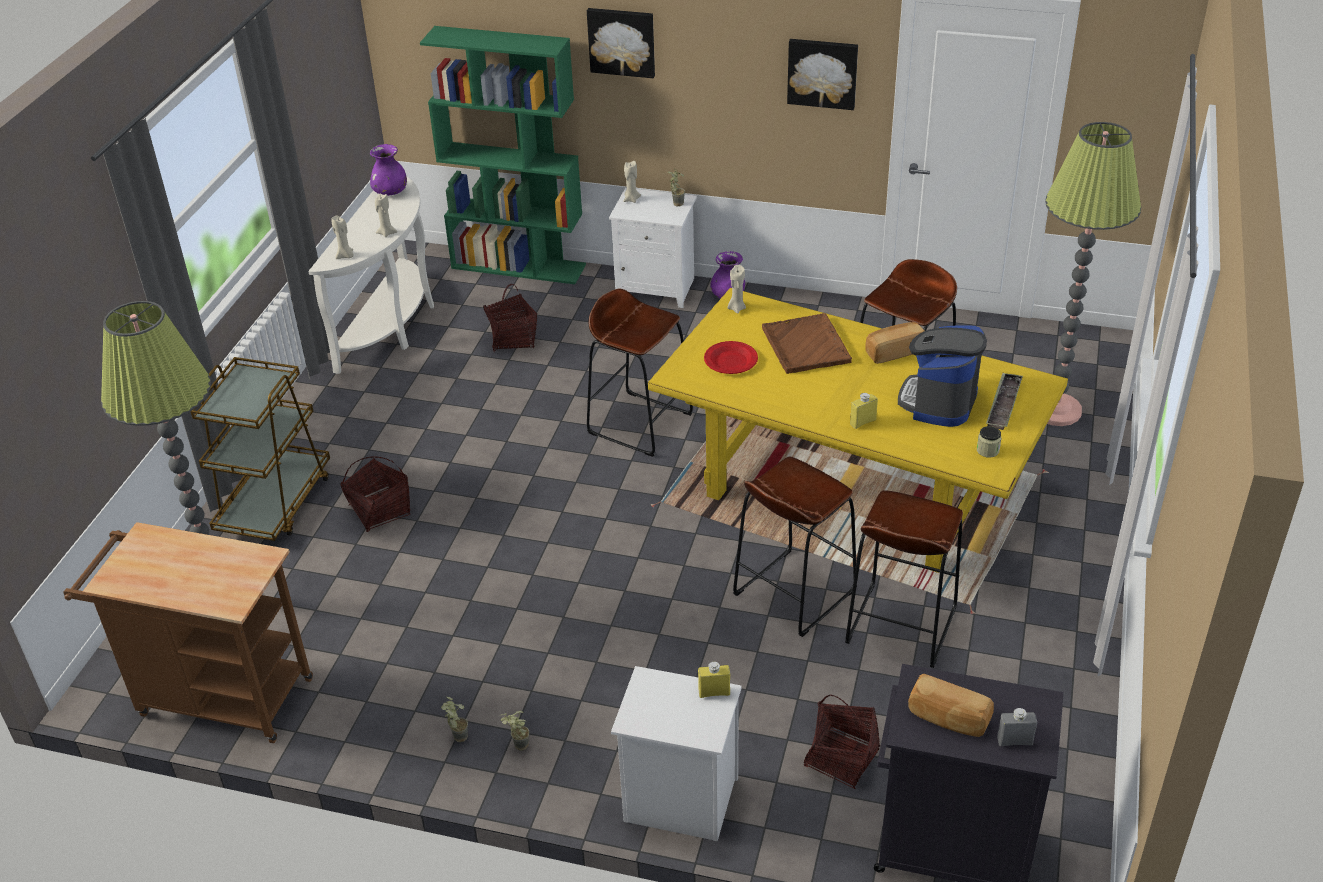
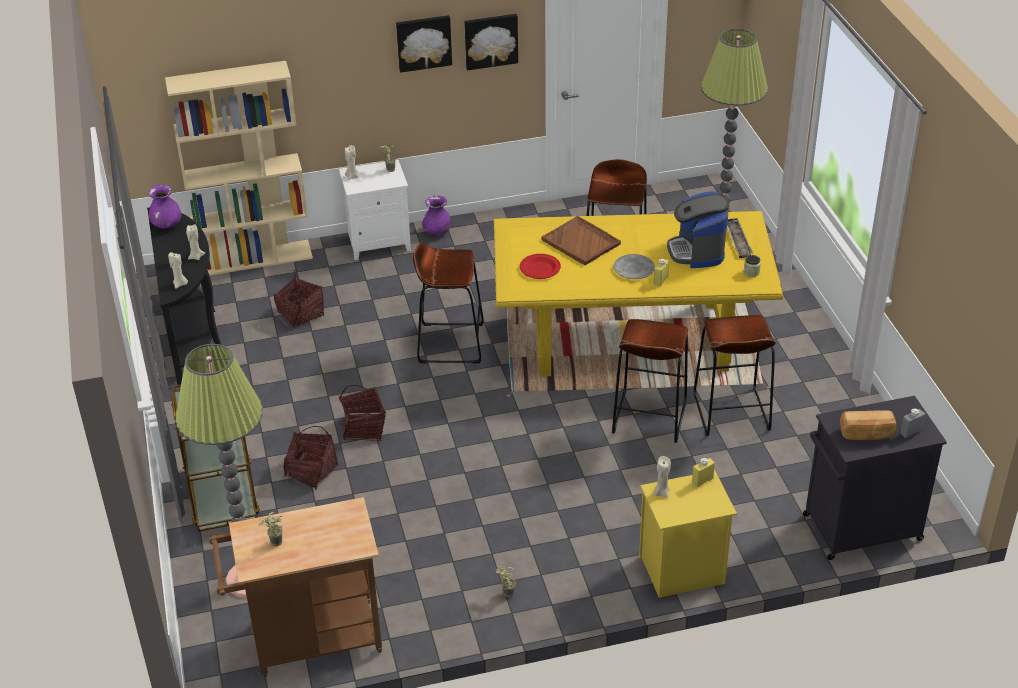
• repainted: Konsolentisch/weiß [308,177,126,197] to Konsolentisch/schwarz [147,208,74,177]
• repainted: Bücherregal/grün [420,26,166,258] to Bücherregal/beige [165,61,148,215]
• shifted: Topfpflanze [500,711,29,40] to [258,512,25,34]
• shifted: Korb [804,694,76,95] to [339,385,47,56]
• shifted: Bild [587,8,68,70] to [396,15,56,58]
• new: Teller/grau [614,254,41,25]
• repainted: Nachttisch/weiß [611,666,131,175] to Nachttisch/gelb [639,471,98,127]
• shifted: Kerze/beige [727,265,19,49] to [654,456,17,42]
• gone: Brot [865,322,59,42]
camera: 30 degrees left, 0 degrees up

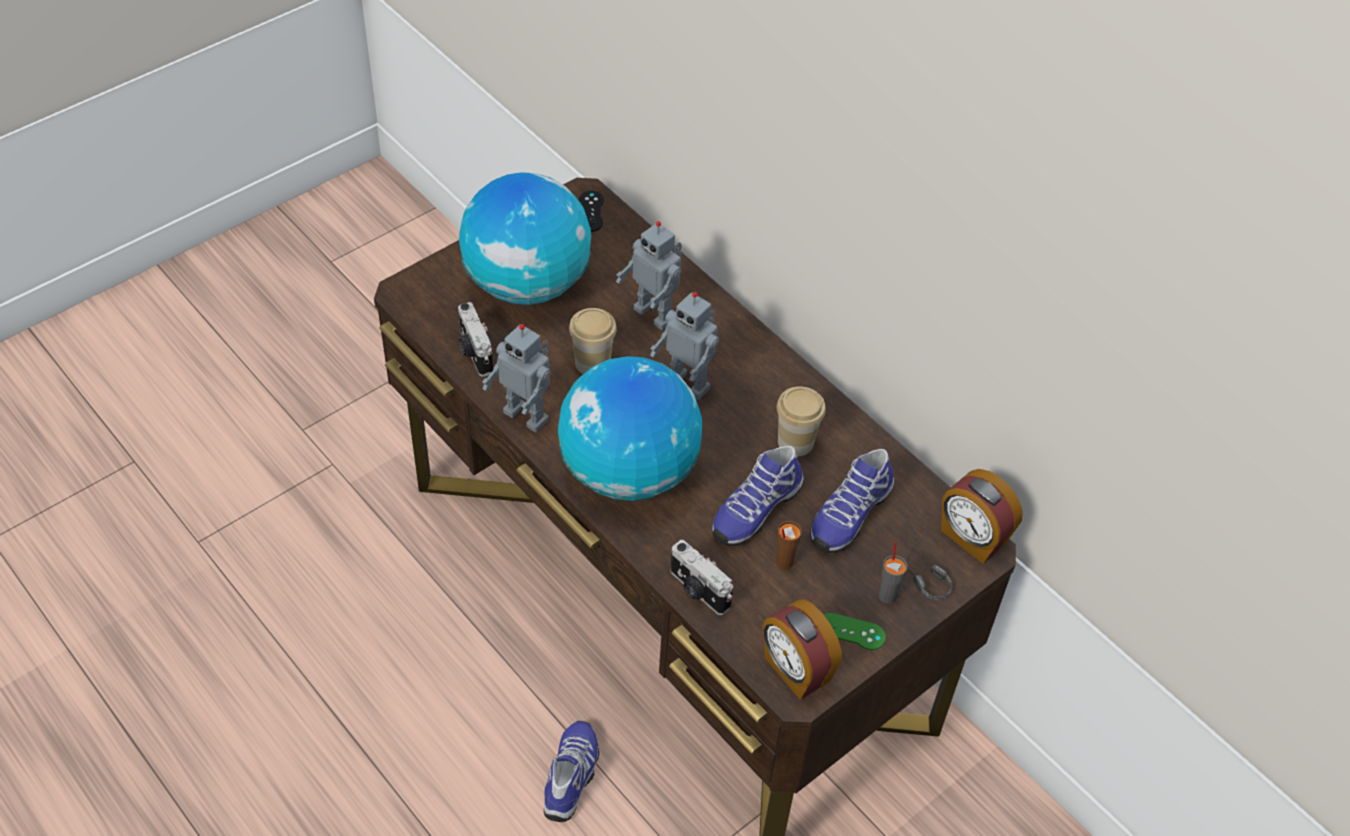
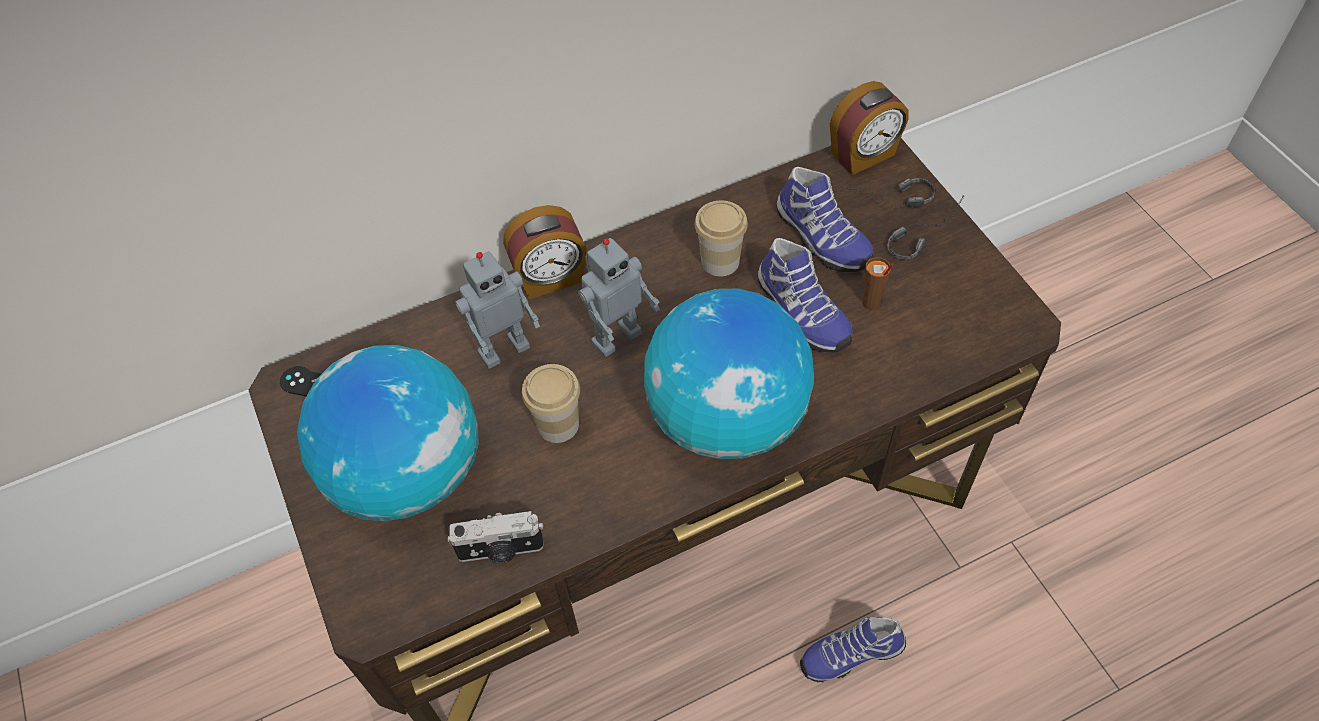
• shifted: Wecker [763,599,79,101] to [503,205,84,94]
• rotated: Schuh [544,721,55,101] = [800,617,106,65] 45 degrees counterclockwise
• swapped: Tasse/grau [879,542,29,62] to Kopfhörer [887,195,78,64]
• gone: Spielzeugroboter [482,324,69,108]
• gone: Kamera [671,540,62,75]
• gone: Gamepad/grün [823,613,63,37]
camera: 70 degrees left, 5 degrees up

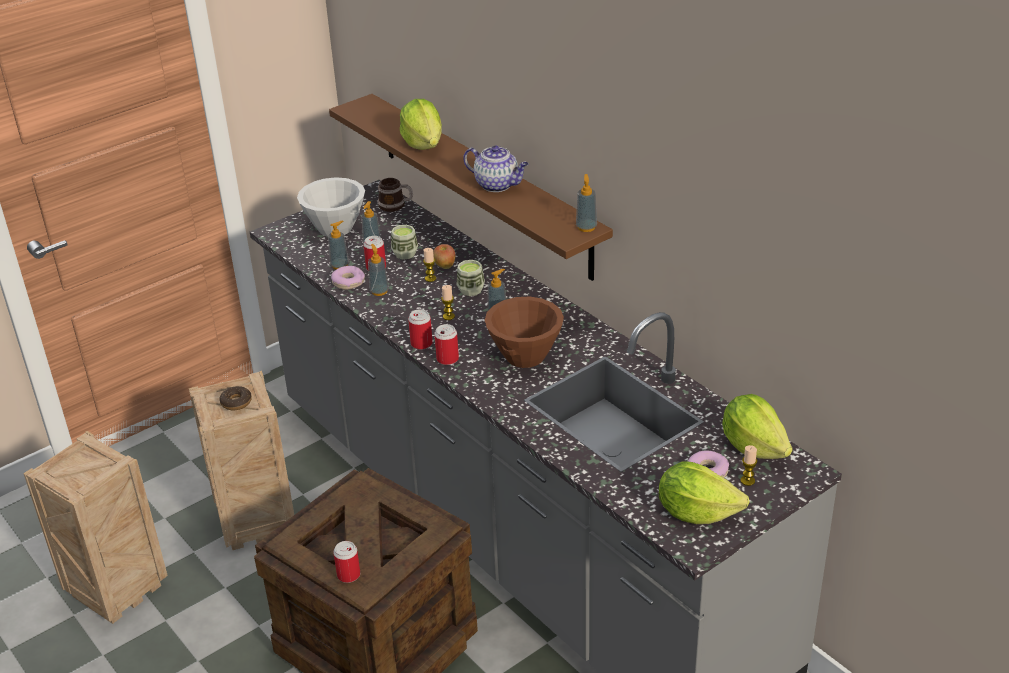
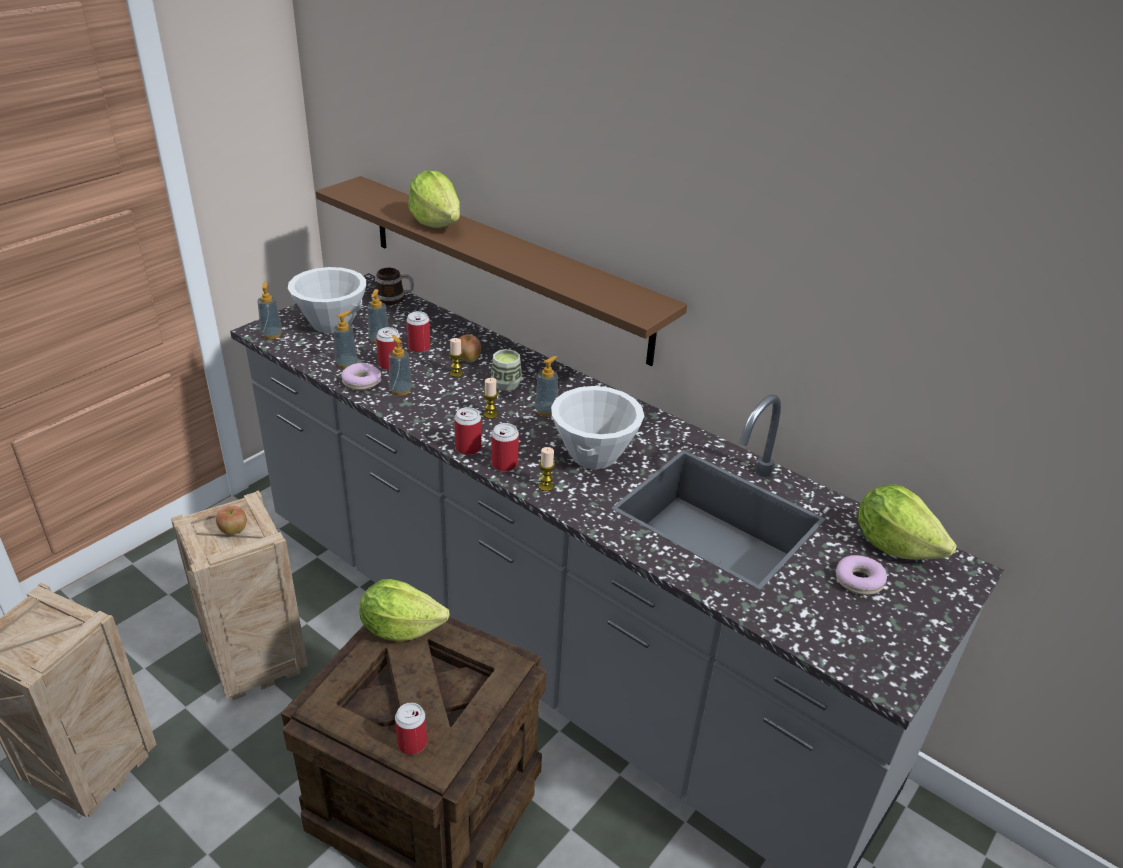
• swapped: Donut [219,386,33,24] to Apfel [216,506,31,29]
• shifted: Seifenspender [576,174,21,58] to [257,282,25,57]
• shifted: Salatkopf [659,461,90,63] to [359,579,91,63]
• swapped: Tasse [391,225,27,34] to Dose [406,311,25,42]
• shifted: Kerze [741,445,16,41] to [538,447,17,44]
• repainted: Schüssel/braun [485,297,79,71] to Schüssel/weiß [551,386,93,83]
• gone: Teekanne [463,146,66,46]
camera: 15 degrees left, 0 degrees up

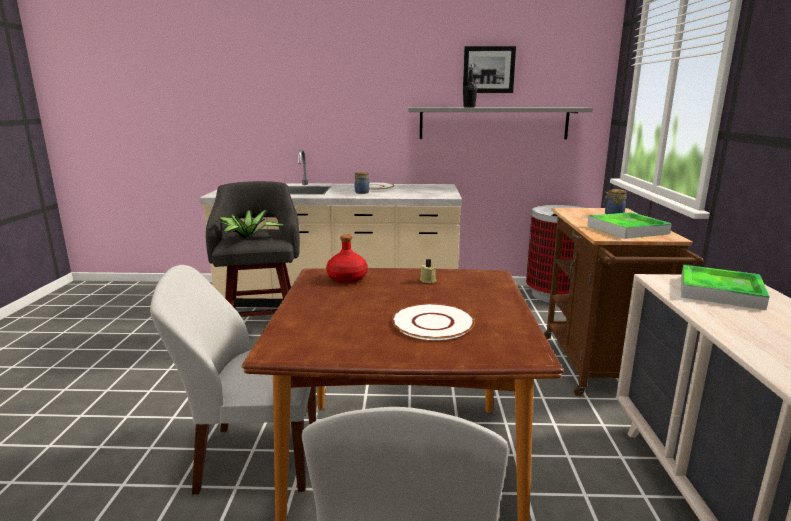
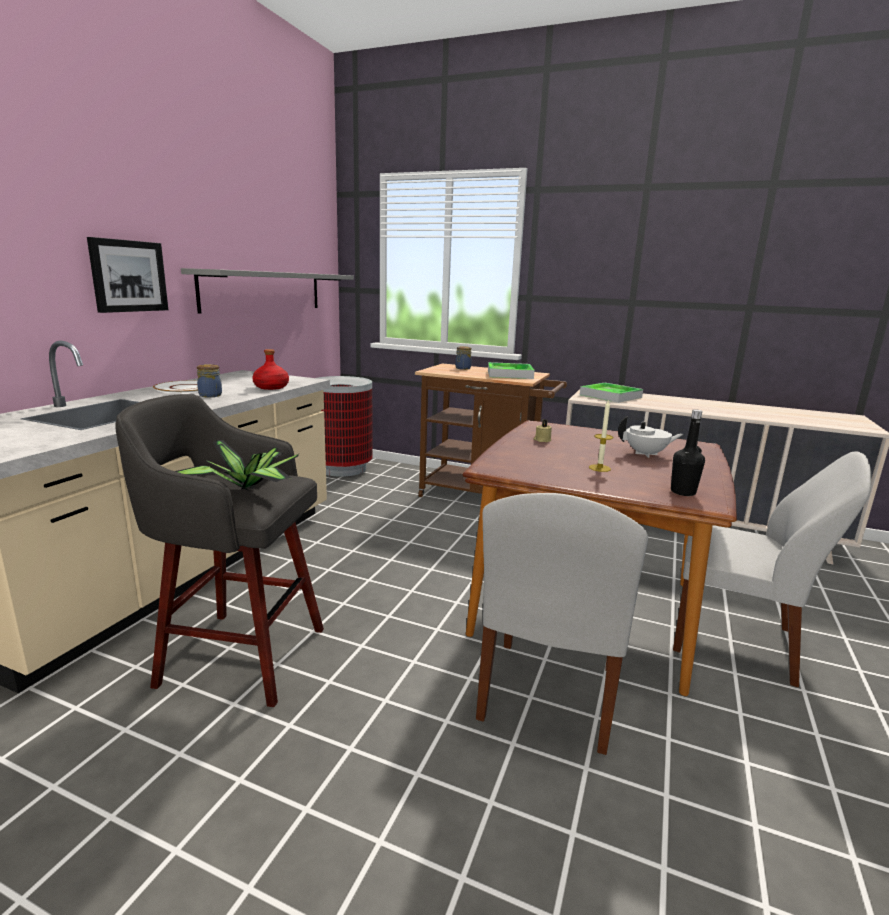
• shifted: Bild [463,46,53,47] to [87,237,81,76]
• shifted: Flasche/rot [326,234,42,49] to [252,349,37,41]
• new: Kerze [589,399,24,73]
• swapped: Teller/weiß [392,304,83,36] to Teekanne/weiß [618,416,65,42]
• shifted: Flasche/schwarz [463,64,14,43] to [671,409,34,87]
camera: 70 degrees left, 0 degrees up

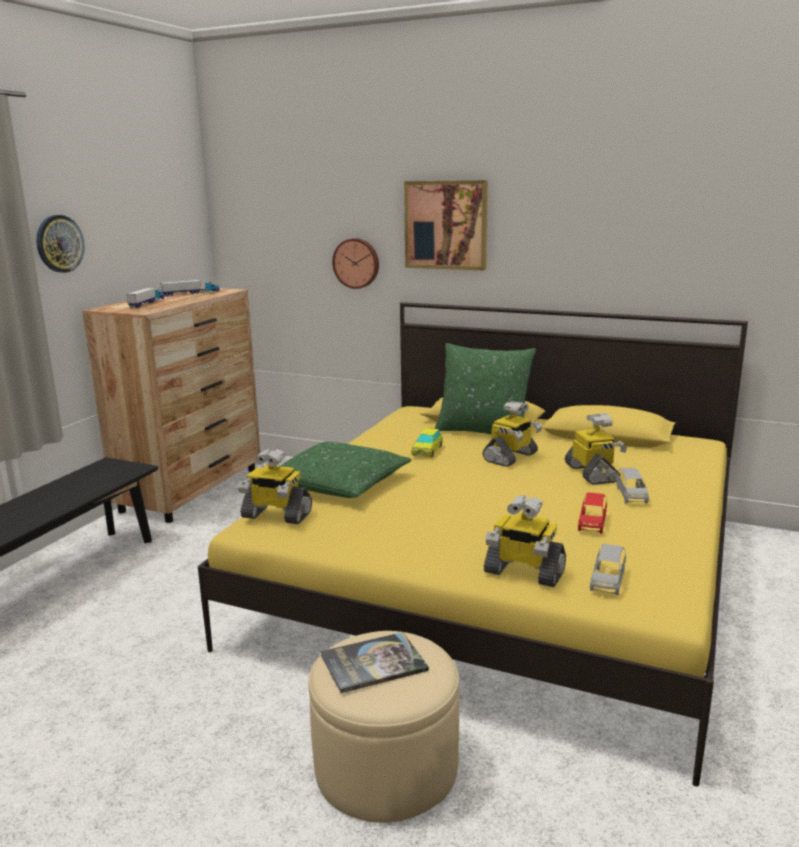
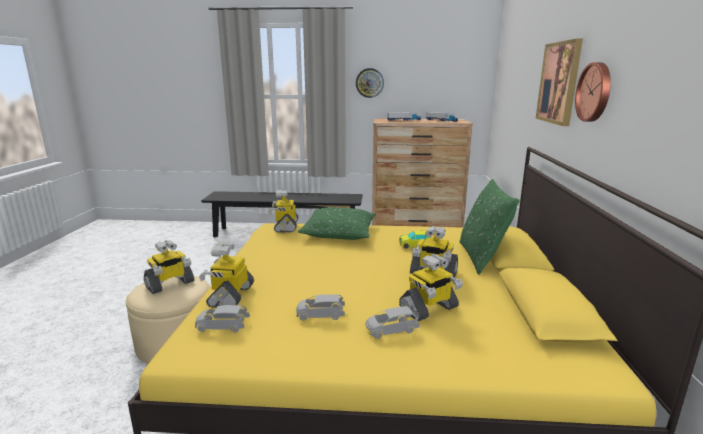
• swapped: Buch [320,632,109,61] to Spielzeugroboter [144,240,51,54]
• repainted: Spielzeugauto/rot [578,492,29,42] to Spielzeugauto/grau [296,294,49,26]
• shifted: Wanduhr [332,238,47,51] to [575,62,36,60]
camera: 70 degrees right, 0 degrees up

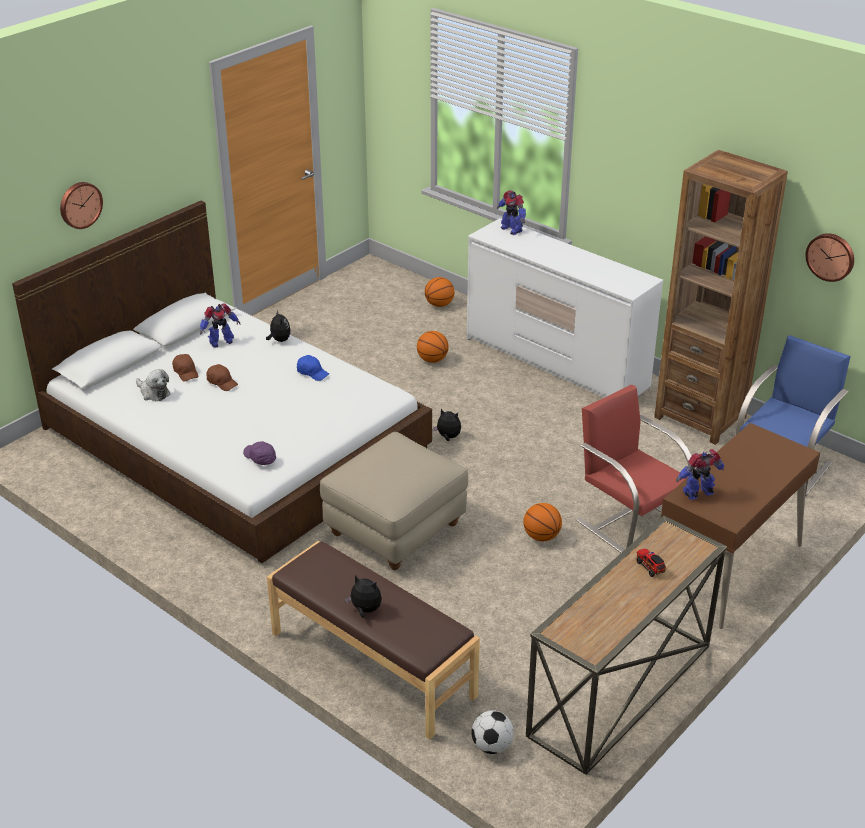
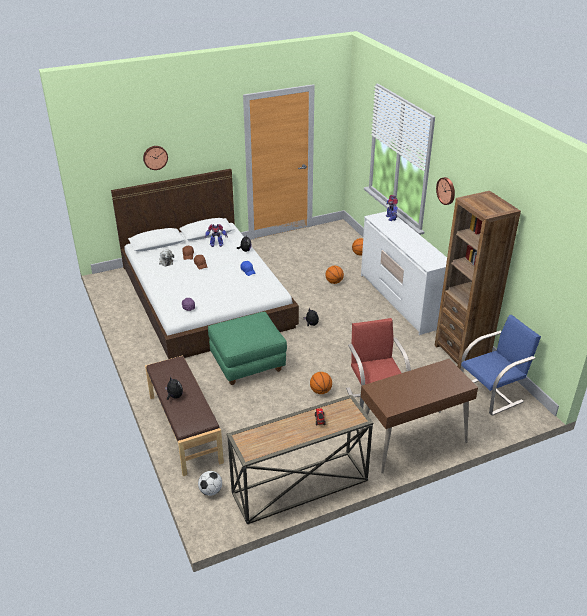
• repainted: Polsterhocker/beige [320,432,148,138] to Polsterhocker/grün [208,312,79,73]
• shifted: Wanduhr [805,233,49,49] to [436,177,19,28]
• gone: Spielzeugroboter [676,449,48,51]
camera: 25 degrees right, 0 degrees up

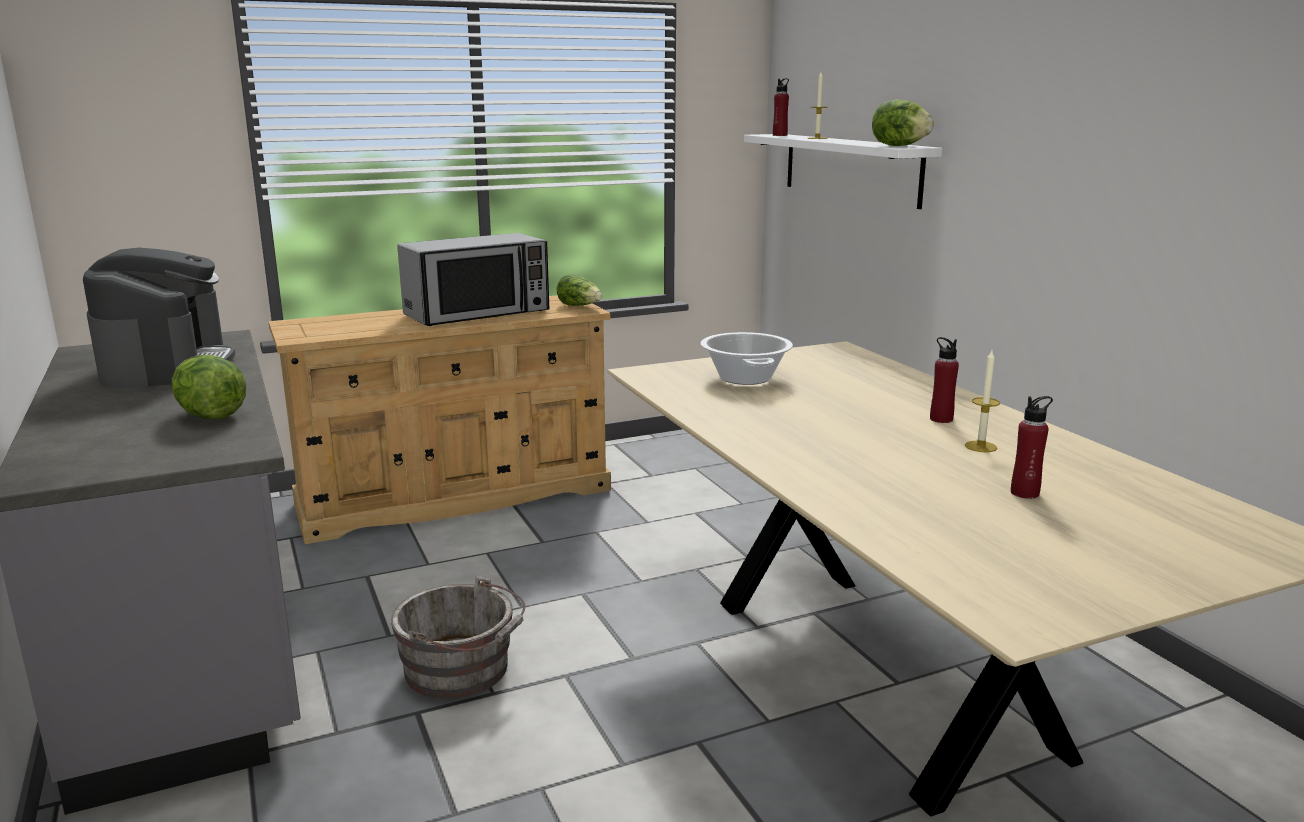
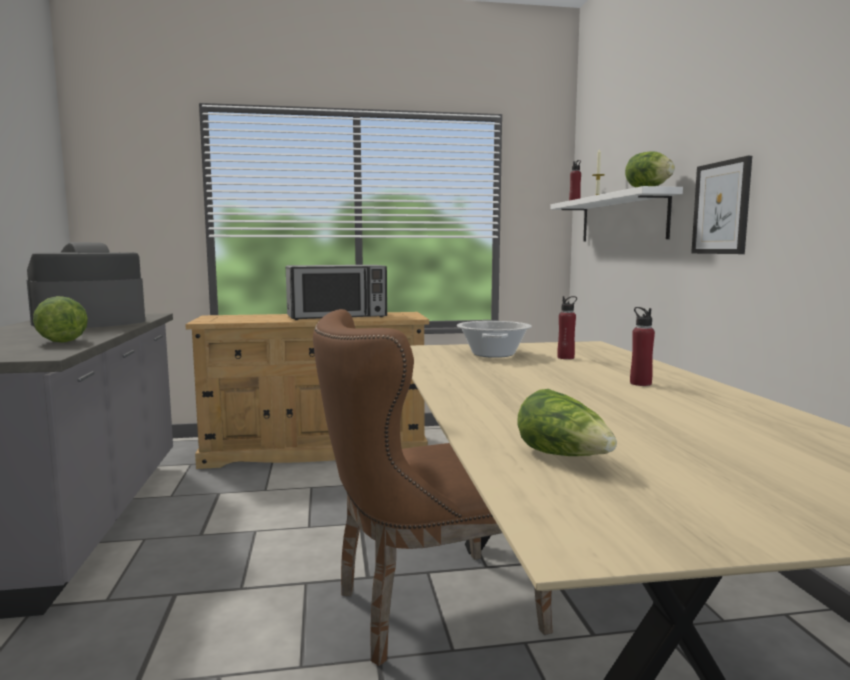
• rotated: Kaffeemaschine [83,248,152,140] = [27,242,118,86] 135 degrees counterclockwise
• new: Stuhl/braun [313,309,240,357]
• shifted: Salatkopf [557,274,45,32] to [517,389,100,67]
• shifted: Flasche/rot [1011,396,42,103] to [557,296,20,63]
• new: Bild [691,156,61,98]
• gone: Eimer/grau [391,576,134,123]
• gone: Kerze [965,351,35,101]
camera: 15 degrees right, 10 degrees down

